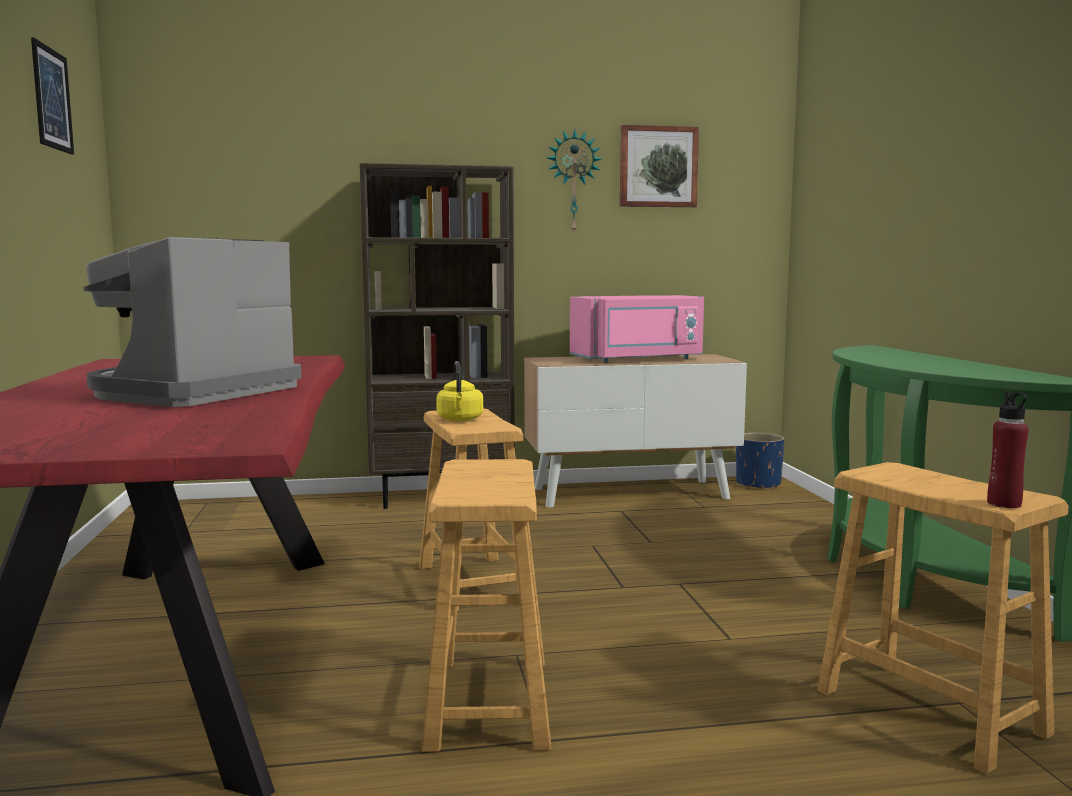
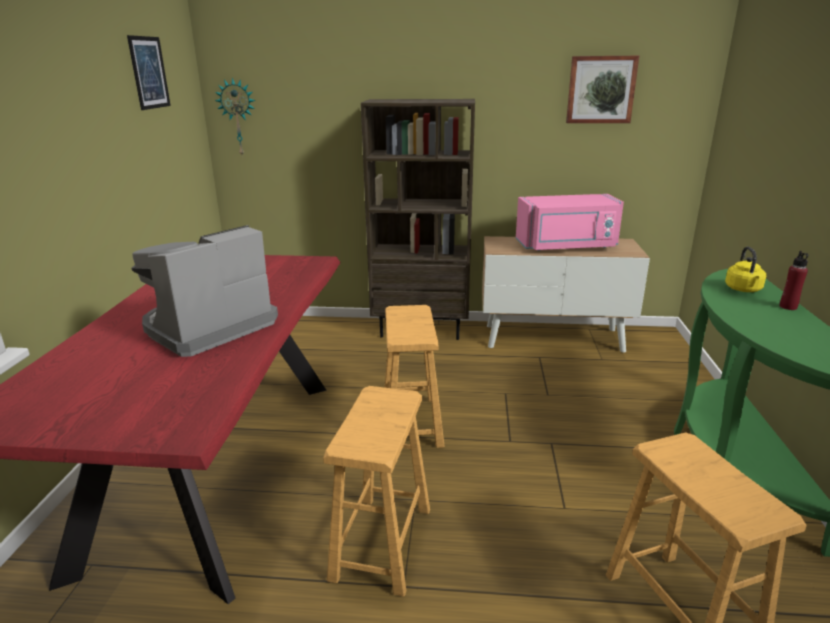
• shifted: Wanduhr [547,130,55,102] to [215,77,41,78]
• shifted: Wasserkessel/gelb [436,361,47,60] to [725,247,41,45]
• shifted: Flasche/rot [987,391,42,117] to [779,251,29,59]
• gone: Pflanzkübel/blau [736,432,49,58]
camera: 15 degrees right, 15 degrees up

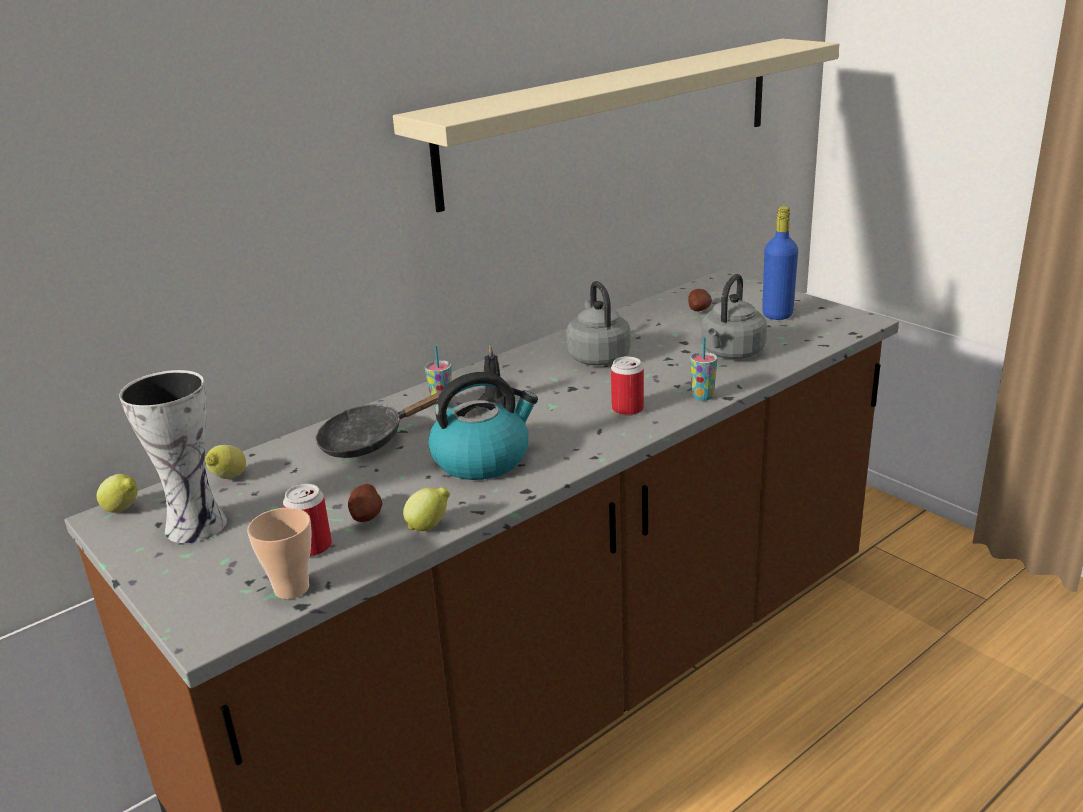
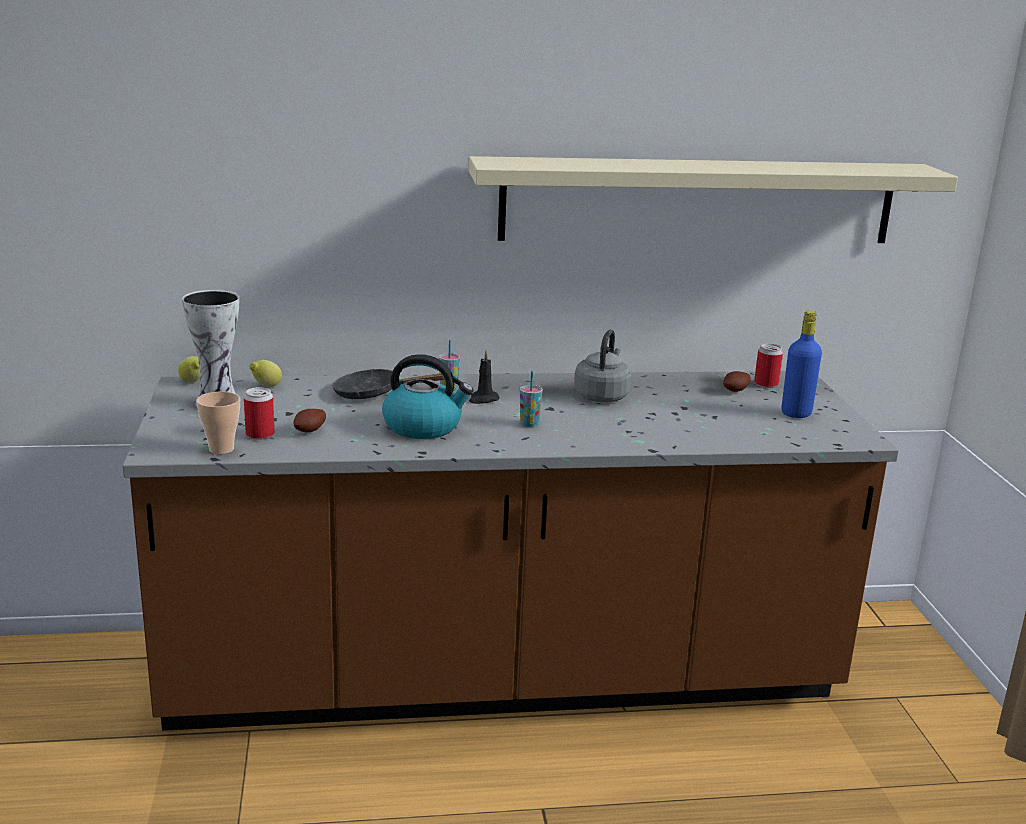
• shifted: Tasse [690,337,27,64] to [520,371,23,56]
• shifted: Dose [611,356,33,60] to [754,343,29,45]
• gone: Zitrone [403,487,47,44]
• gone: Wasserkessel/grau [701,274,66,85]
camera: 30 degrees right, 5 degrees down

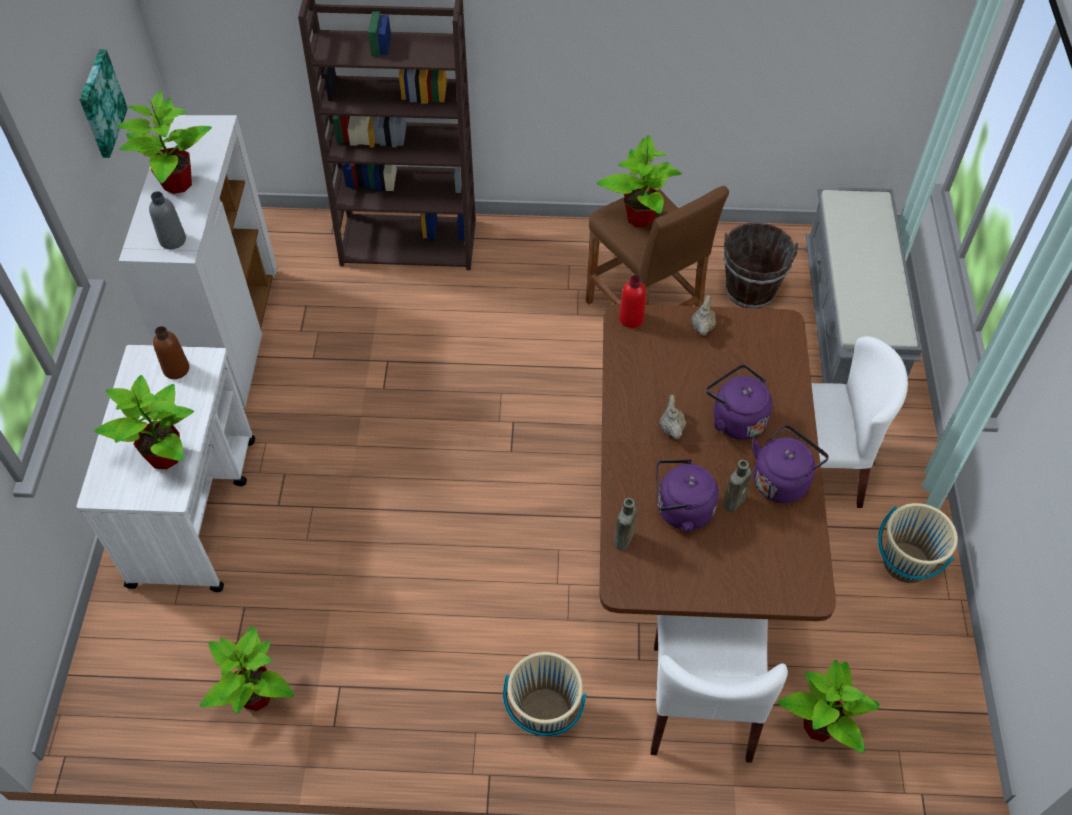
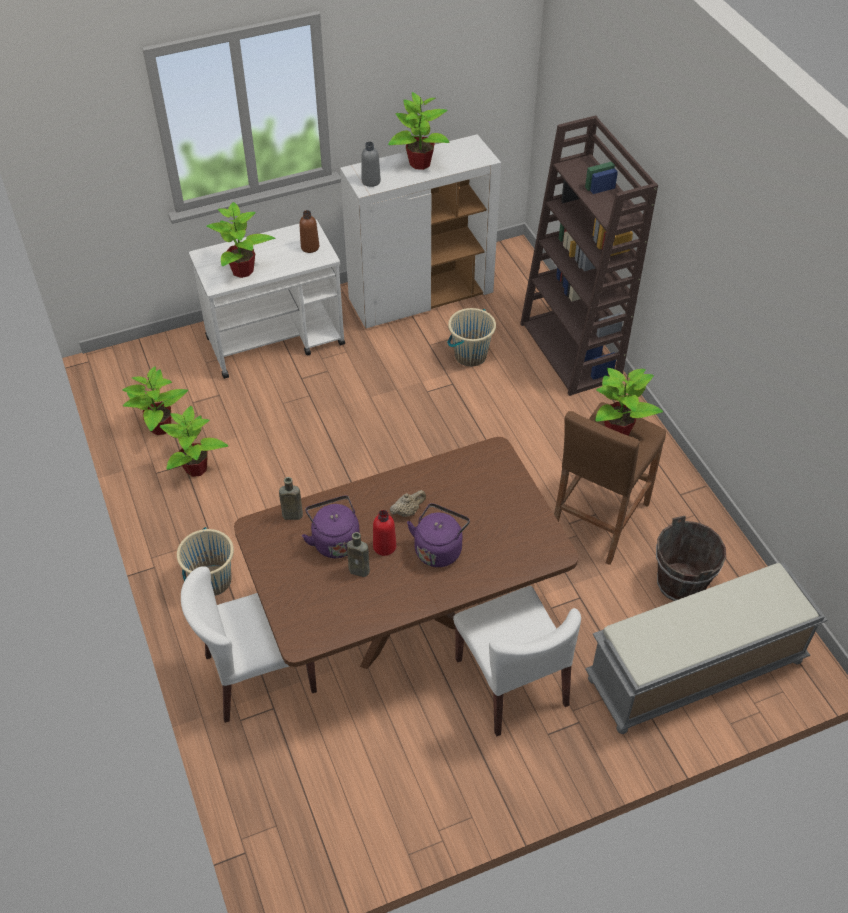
• shifted: Topfpflanze [777,660,103,93] to [160,406,68,71]
• shifted: Flasche/rot [619,275,27,53] to [373,510,23,46]
• shifted: Eimer/beige [878,503,80,80] to [448,308,48,58]
• gone: Bild [79,49,49,109]
• gone: Teekanne/beige [691,295,25,41]
• gone: Wasserkessel/lila [752,425,77,78]
camera: 65 degrees right, 5 degrees down

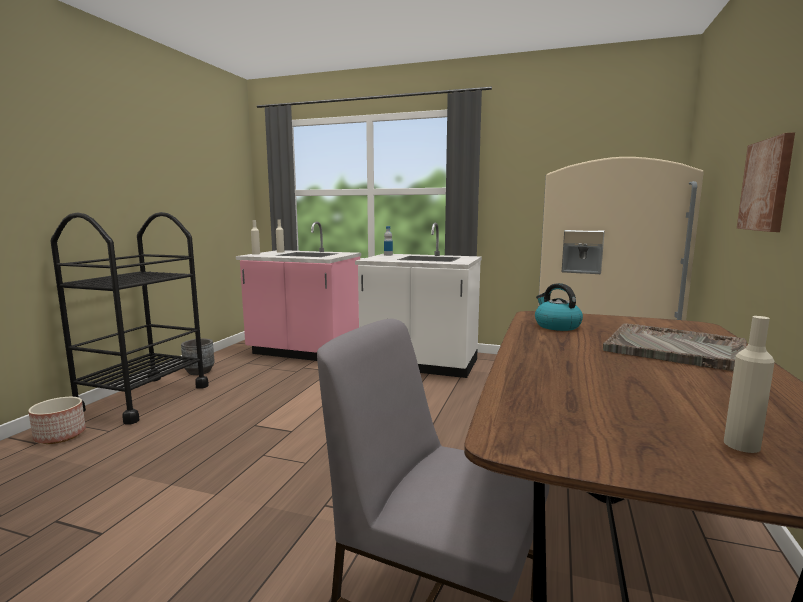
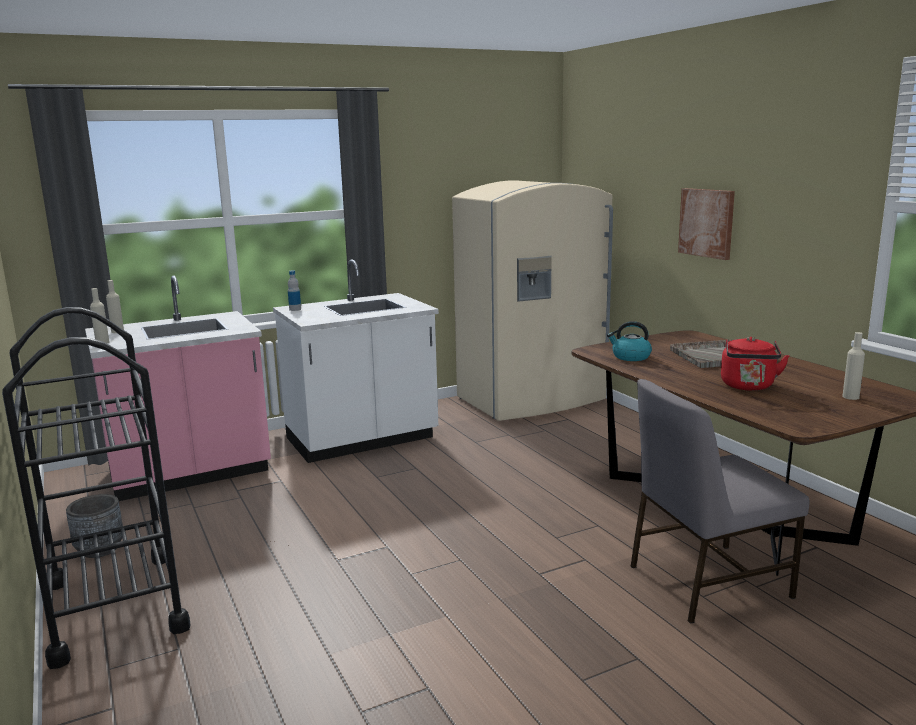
• new: Wasserkessel/rot [721,337,68,54]
• gone: Pflanzkübel [28,397,58,47]
camera: 45 degrees left, 5 degrees up

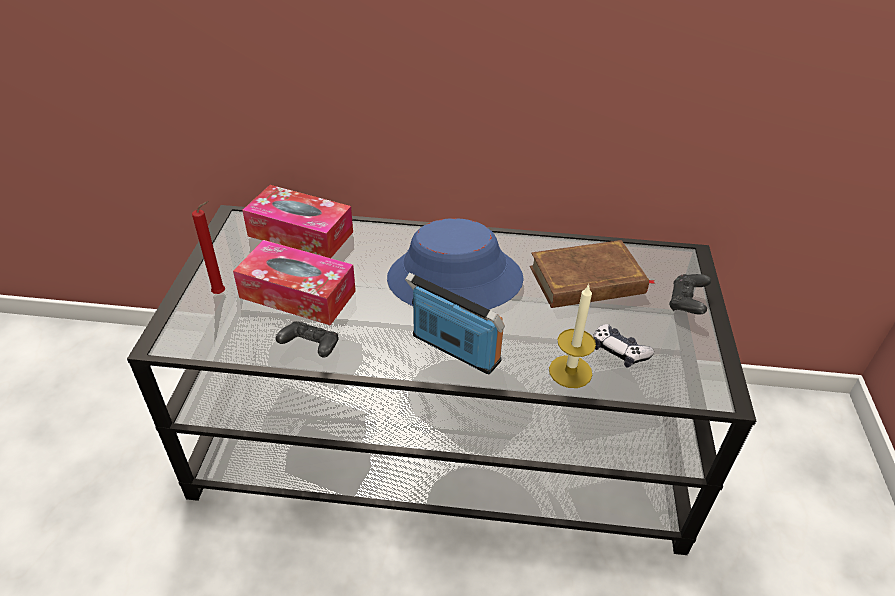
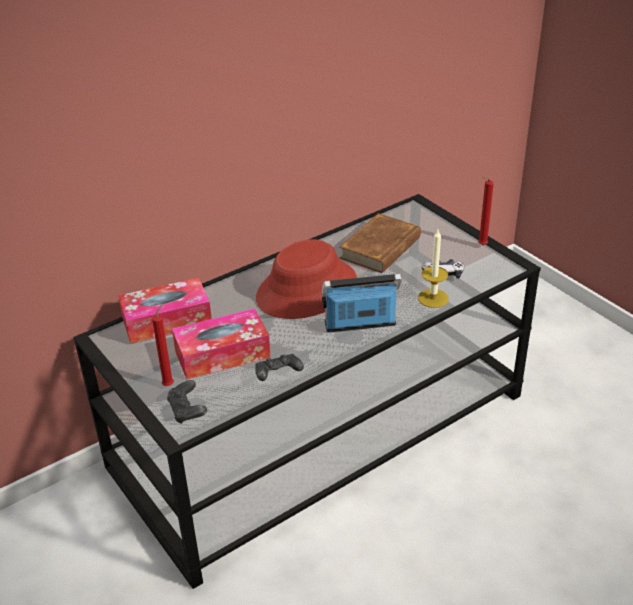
• shifted: Gamepad/schwarz [669,274,42,41] to [167,380,40,44]
• repainted: Hut/blau [387,218,137,91] to Hut/rot [256,239,101,80]
• new: Kerze/rot [478,176,16,69]
camera: 40 degrees left, 5 degrees down

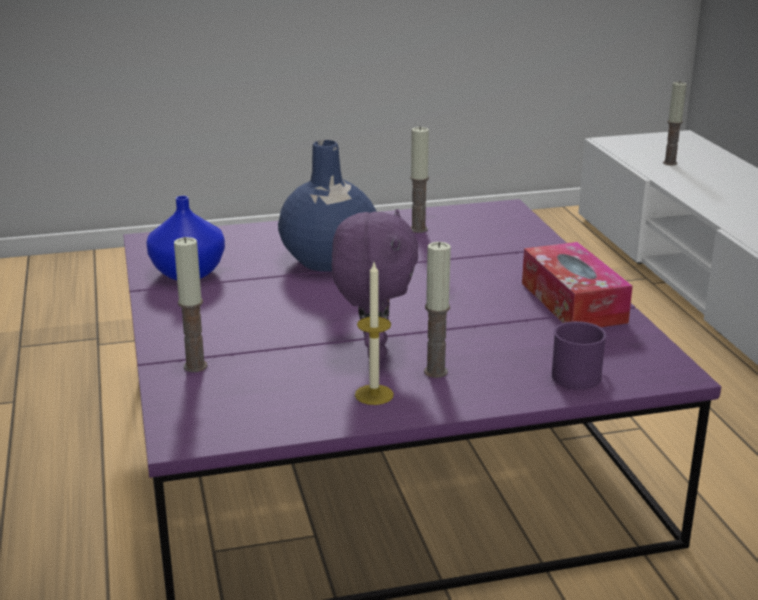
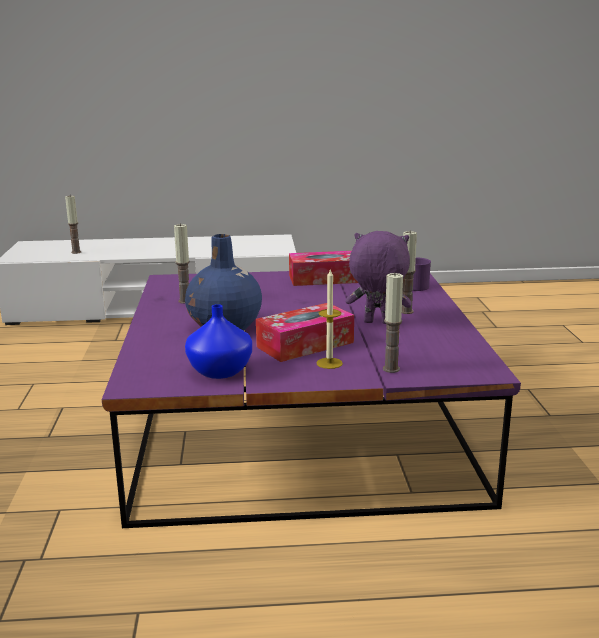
• new: Taschentuchbox [256,303,98,59]
• shifted: Kerze [355,263,39,142] to [316,268,27,101]
camera: 80 degrees left, 5 degrees down

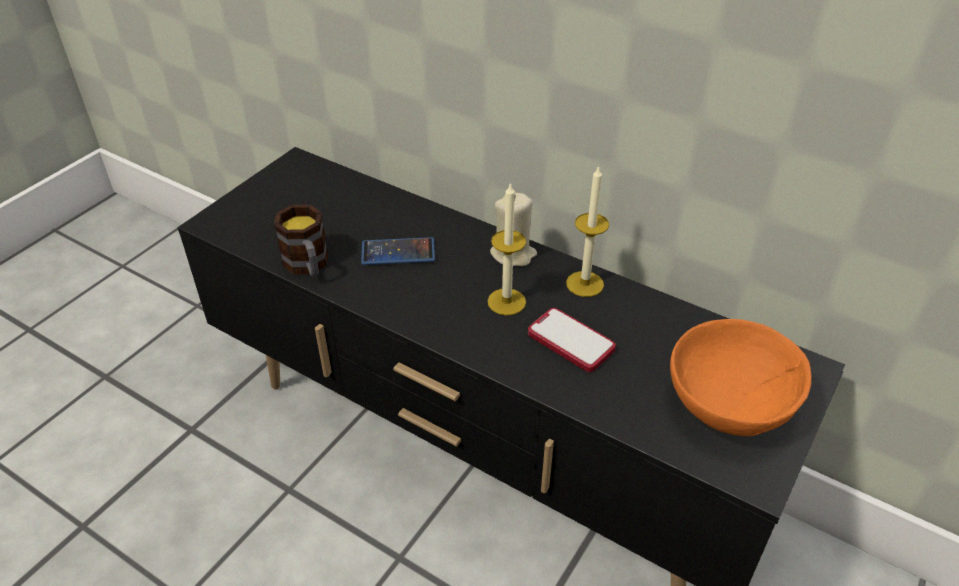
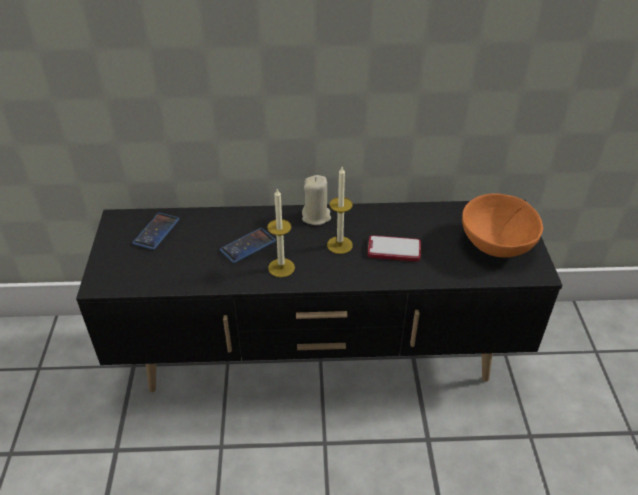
• new: Handy [132,213,48,37]
• shifted: Kerze [566,165,43,132] to [267,188,28,89]
• gone: Henkelbecher [274,205,54,72]
camera: 35 degrees left, 0 degrees up

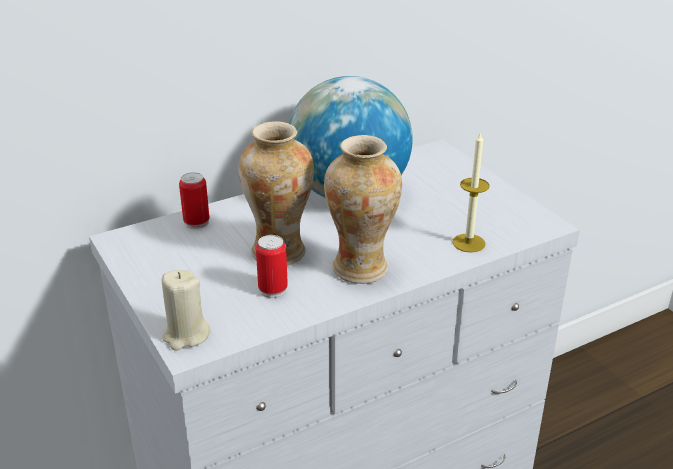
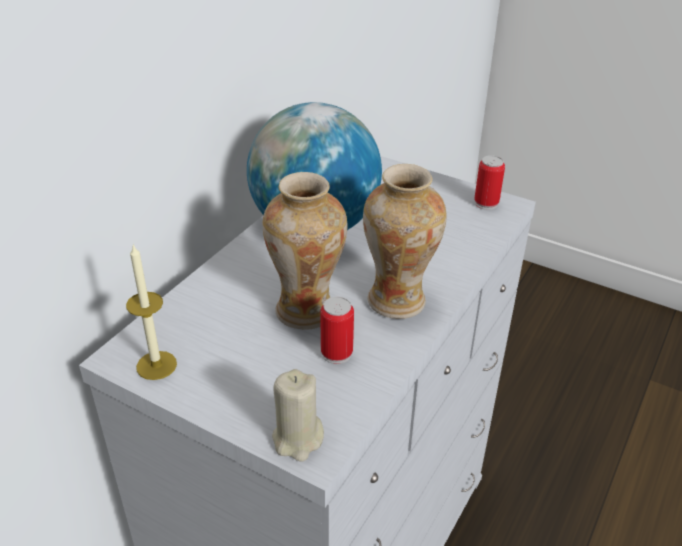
• shifted: Kerze [452,131,38,122] to [126,244,51,136]
• shifted: Dose [179,172,30,57] to [474,155,31,55]
camera: 30 degrees left, 5 degrees up

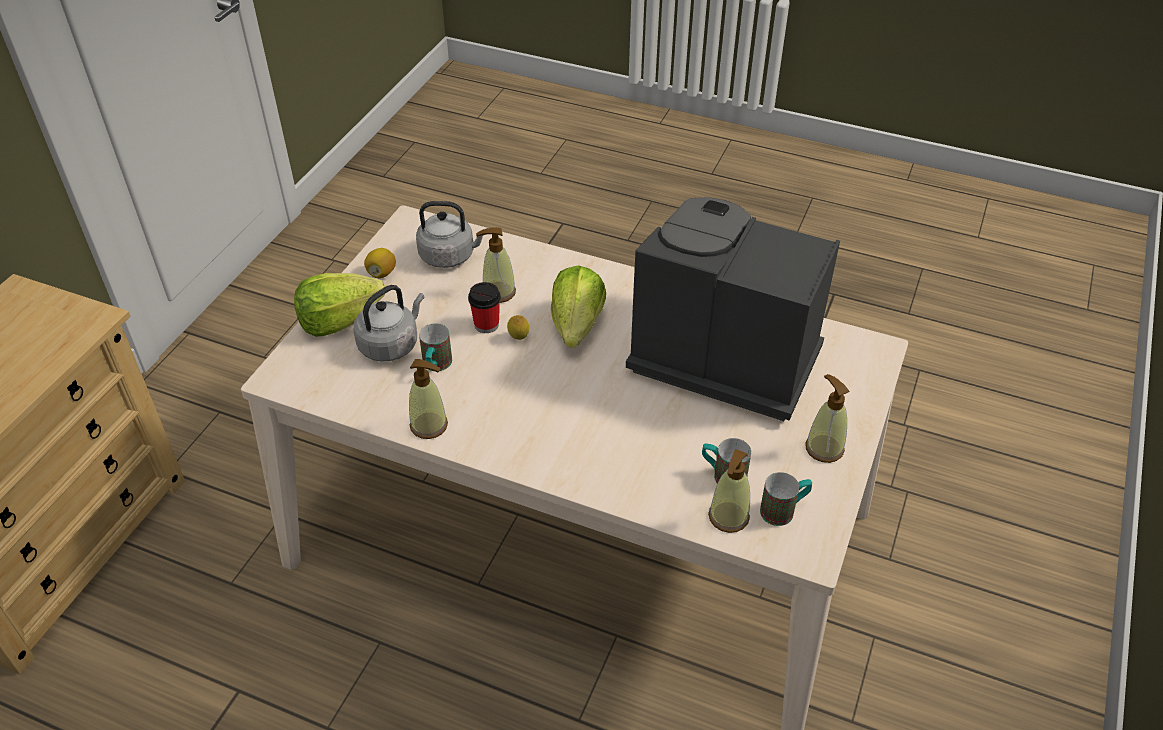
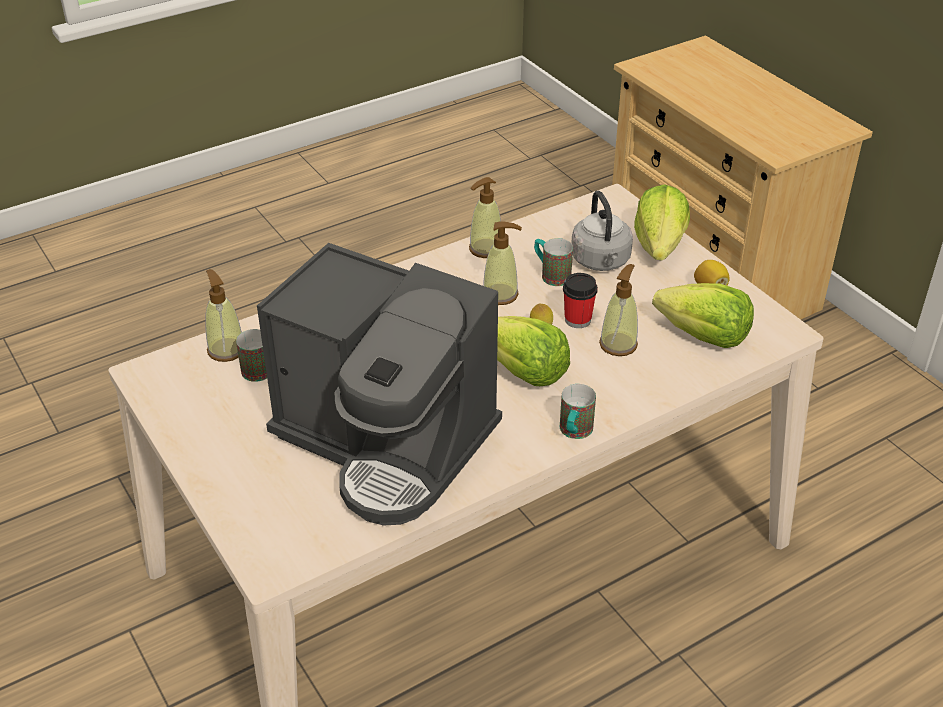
• rotated: Kaffeemaschine [626,197,214,224] = [257,243,245,283] 60 degrees clockwise
• shifted: Seifenspender [805,374,44,89] to [483,221,39,84]
• shifted: Henkelbecher [760,472,52,54] to [560,384,36,55]
• swapped: Wasserkessel/grau [416,201,71,67] to Salatkopf [652,283,102,65]
camera: 125 degrees right, 5 degrees down

